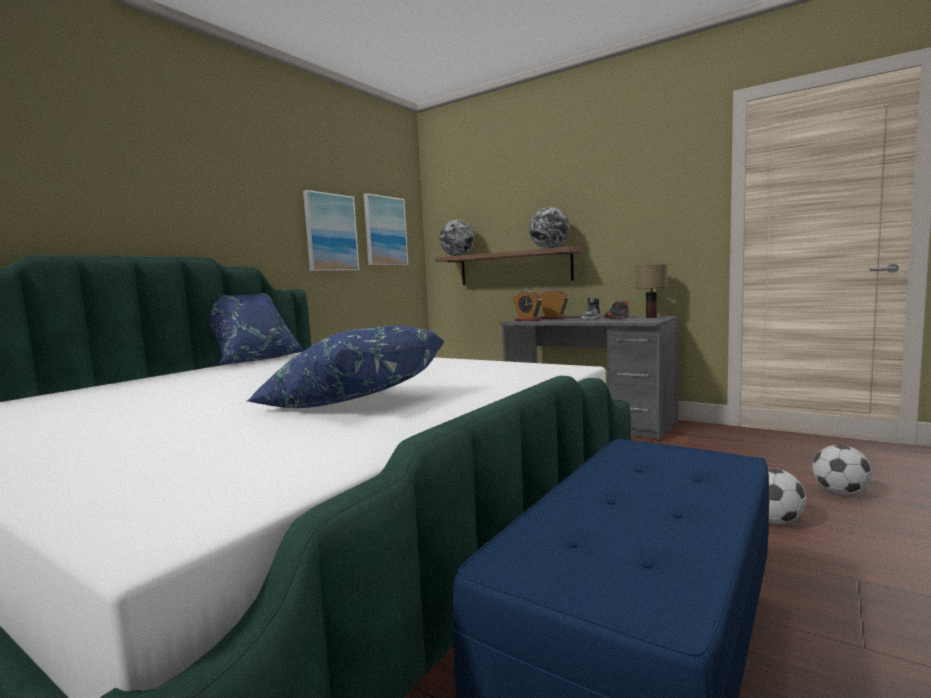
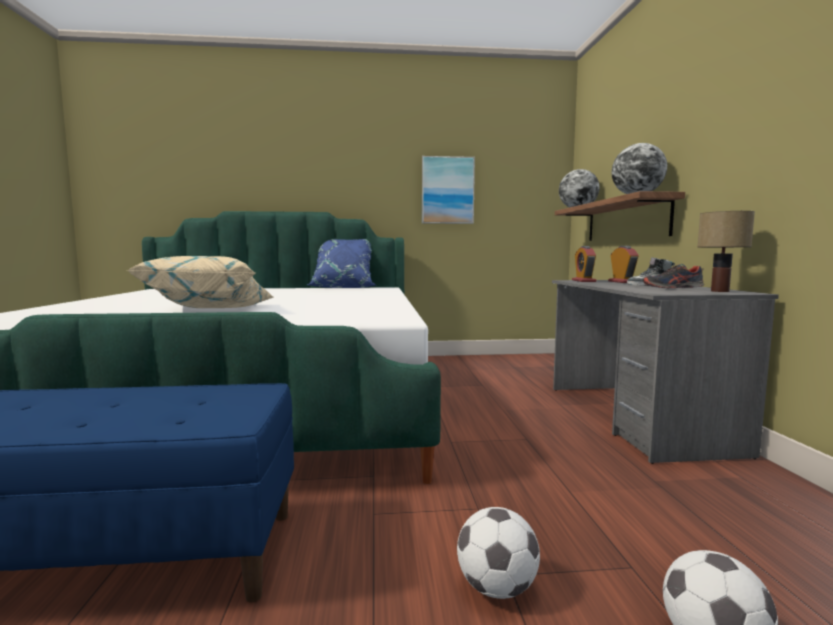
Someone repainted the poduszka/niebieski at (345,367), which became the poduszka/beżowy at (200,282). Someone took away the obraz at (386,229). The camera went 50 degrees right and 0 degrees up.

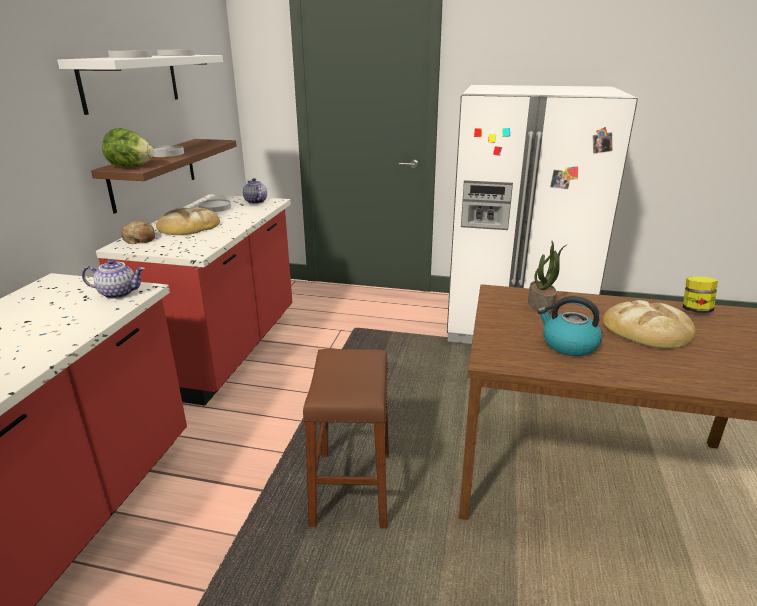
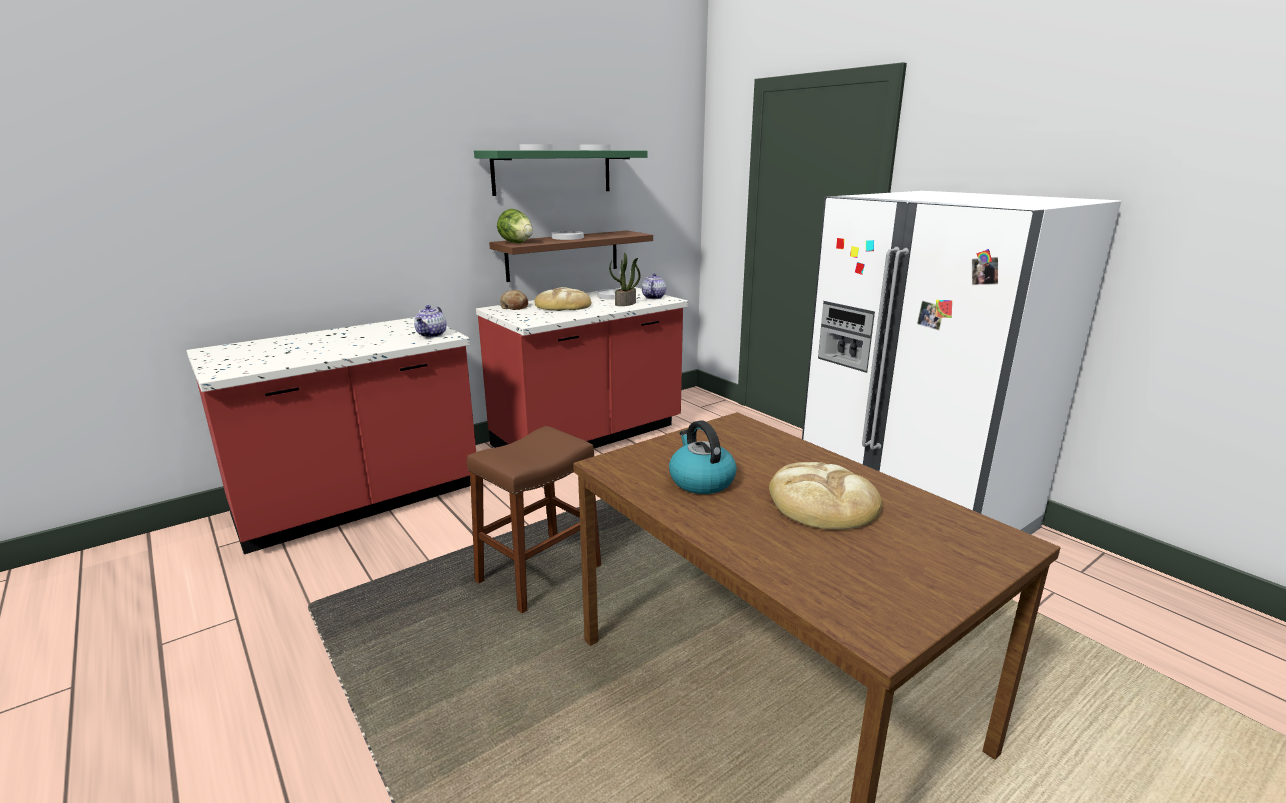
Someone repainted the półka/biały at (140,85), which became the półka/zielony at (560,173). Someone rotated the imbryk at (113,279) by 60 degrees clockwise. Someone carried the roślina doniczkowa from (548,277) to (625,279). Someone took away the słoik at (700,294). The camera went 40 degrees right and 5 degrees down.

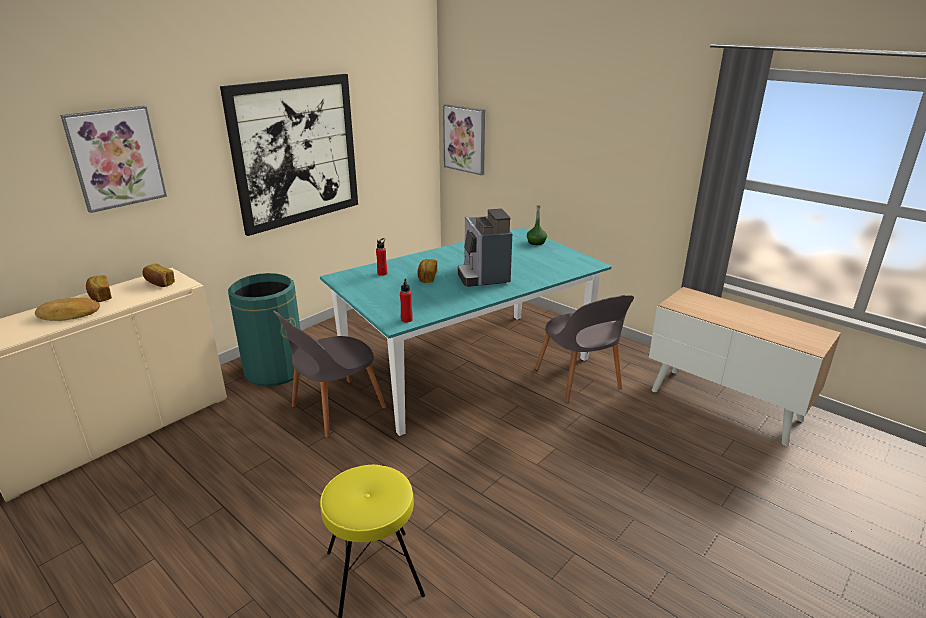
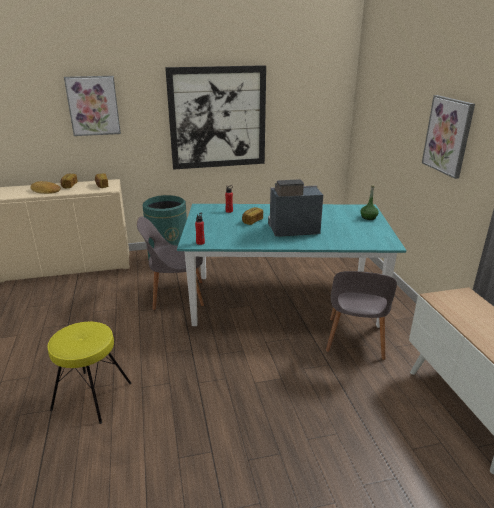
Someone carried the obraz from (464,139) to (448,137). Someone rotated the ekspres do kawy at (485,247) by 60 degrees clockwise. The camera went 35 degrees right and 0 degrees up.

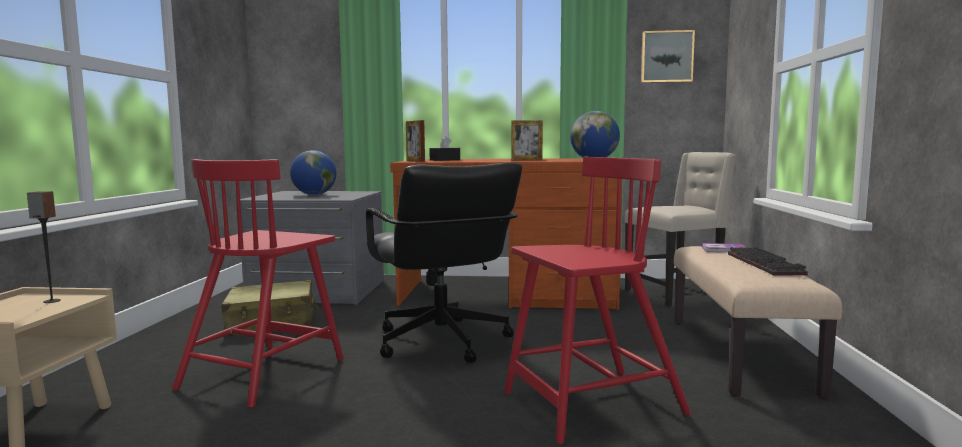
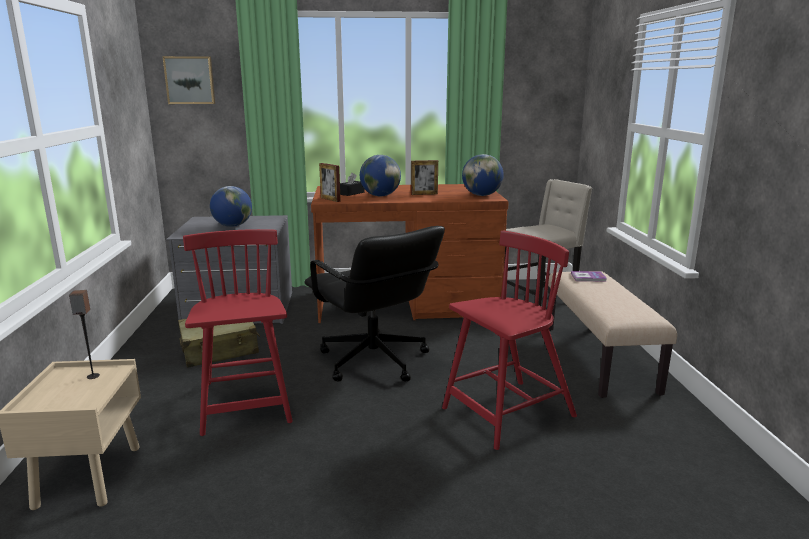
Someone rotated the krzesło/czerwony at (258,283) by 150 degrees clockwise. Someone carried the obraz from (668,56) to (189,80). Someone took away the klawiatura at (768,261). Someone put down the globus at (380,175). The camera went 10 degrees left and 10 degrees up.

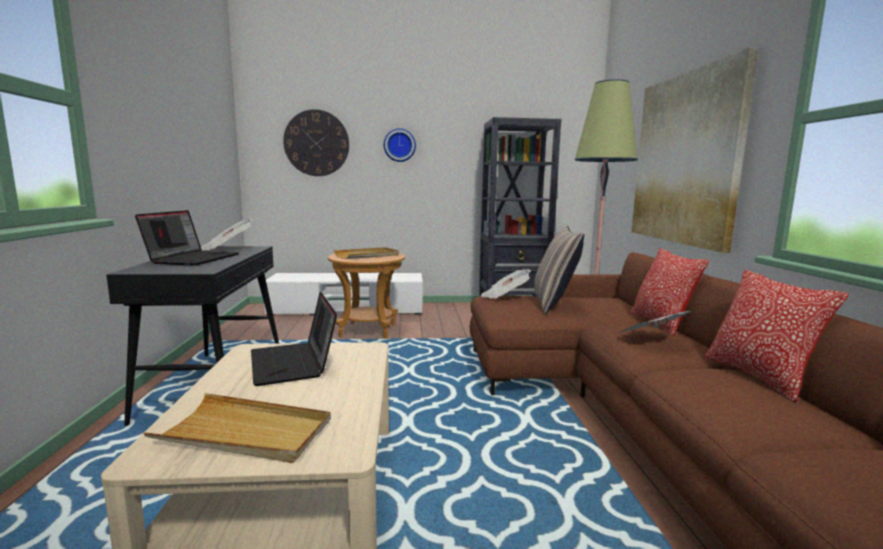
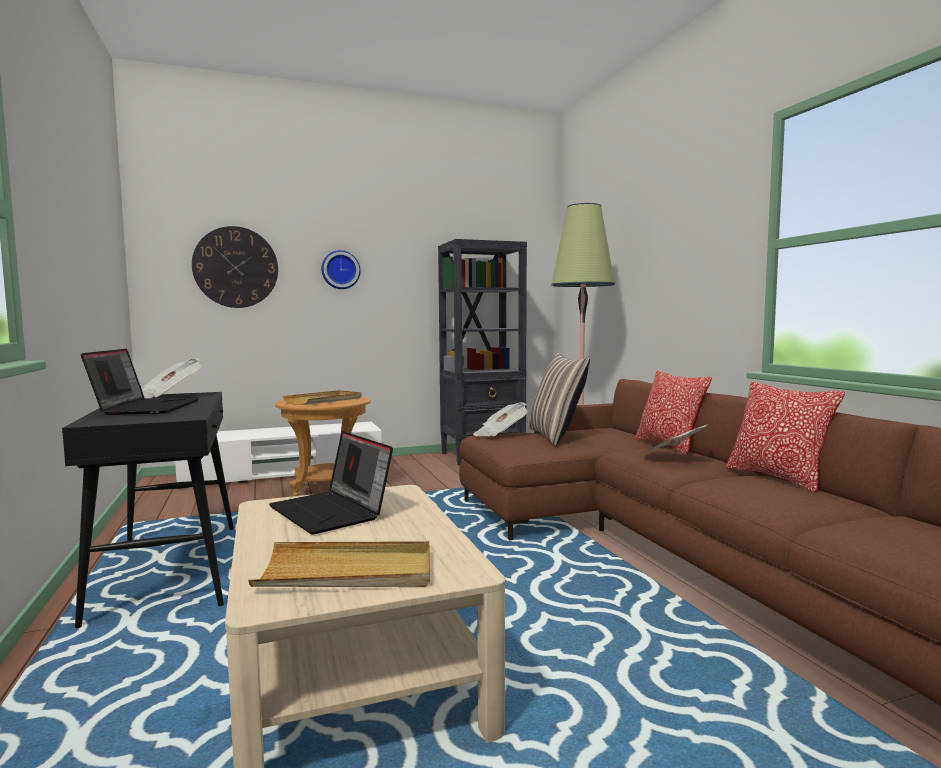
Someone took away the obraz at (695,150). The camera went 15 degrees left and 5 degrees down.

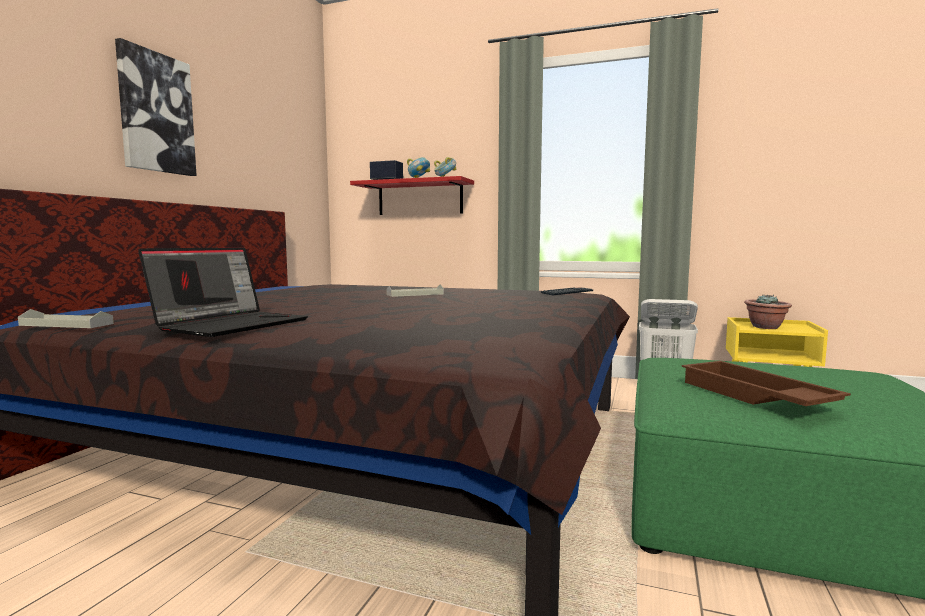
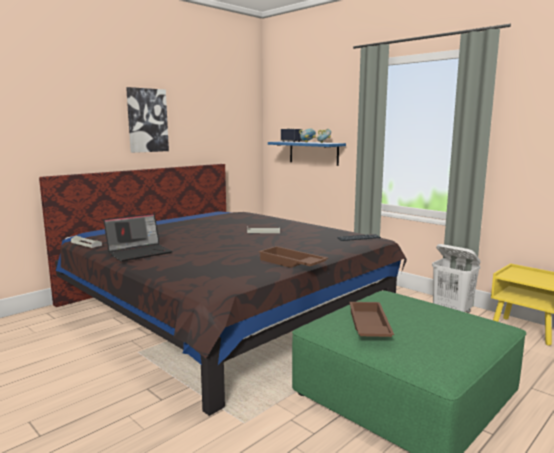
Someone repainted the półka/czerwony at (412,195), which became the półka/niebieski at (307,153). Someone took away the roślina doniczkowa at (768,311). Someone put down the taca/brązowy at (293,257). The camera went 25 degrees right and 5 degrees up.

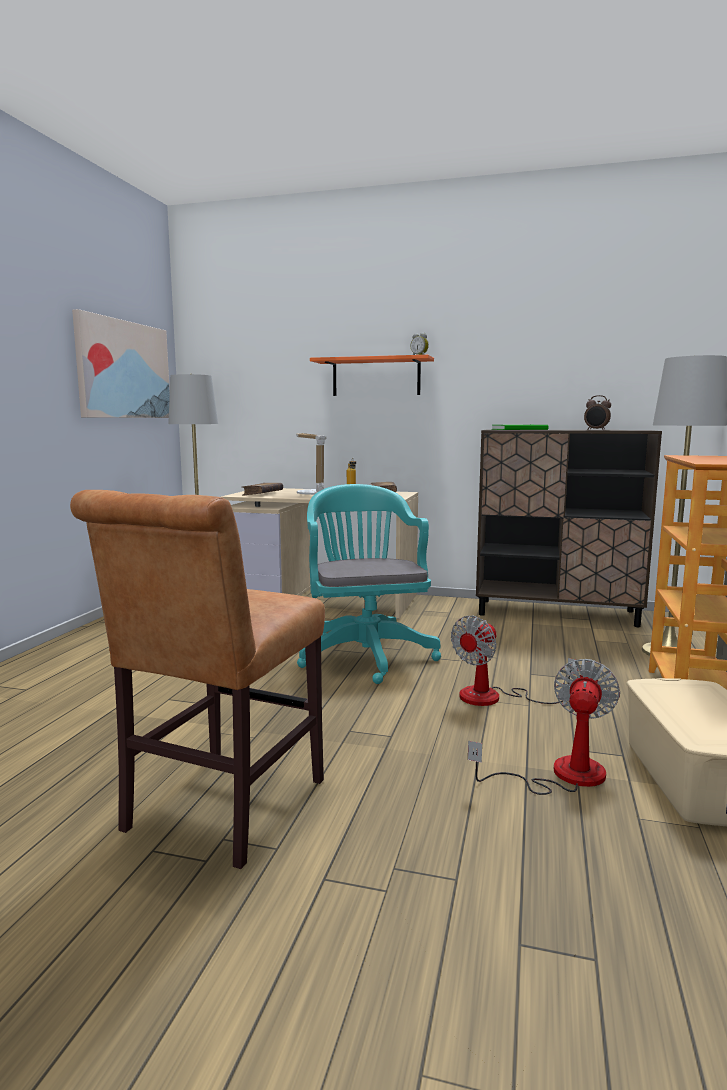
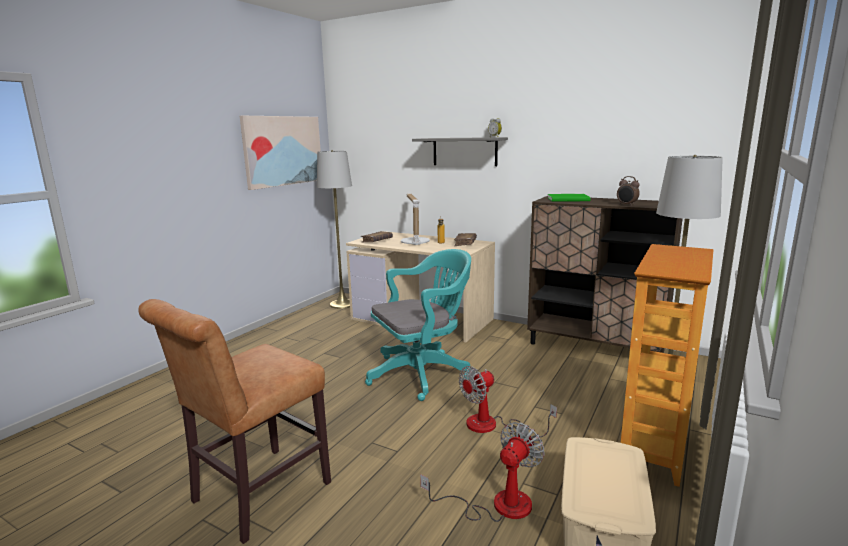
Someone rotated the krzesło biurowe/turkusowy at (369,584) by 60 degrees clockwise. Someone repainted the półka/pomarańczowy at (372,375), which became the półka/szary at (460,151). The camera went 15 degrees right and 5 degrees up.

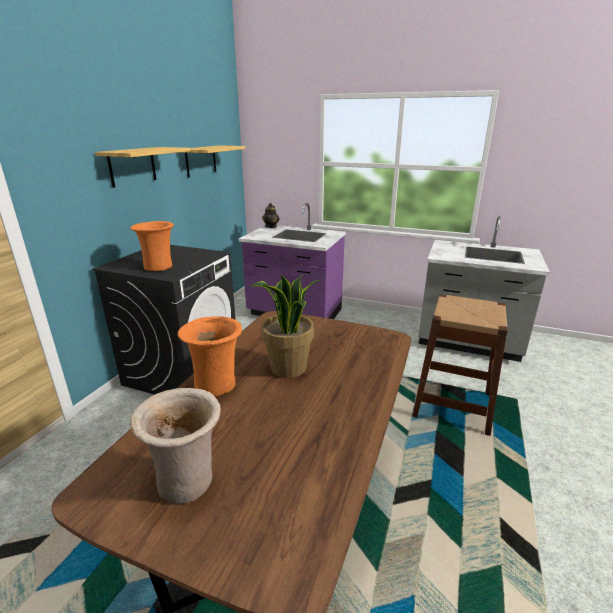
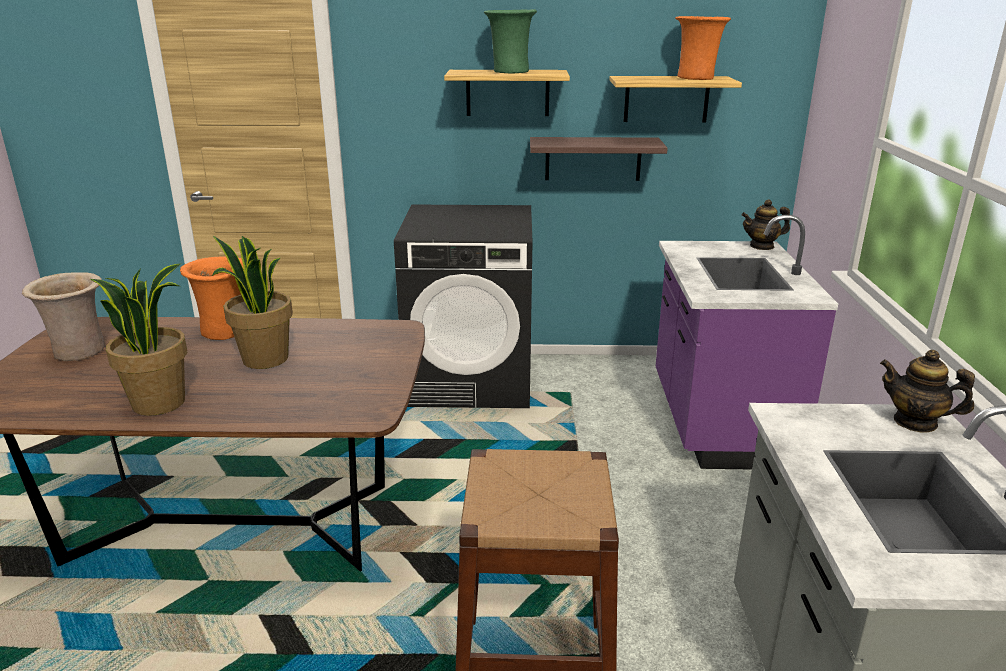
Someone carried the wazon/pomarańczowy from (152,246) to (703,48). Someone put down the roślina doniczkowa at (138,339). Someone put down the wazon/zielony at (510,41). Someone put up the półka at (599,159). Someone put down the imbryk at (927,391). The camera went 70 degrees right and 0 degrees up.

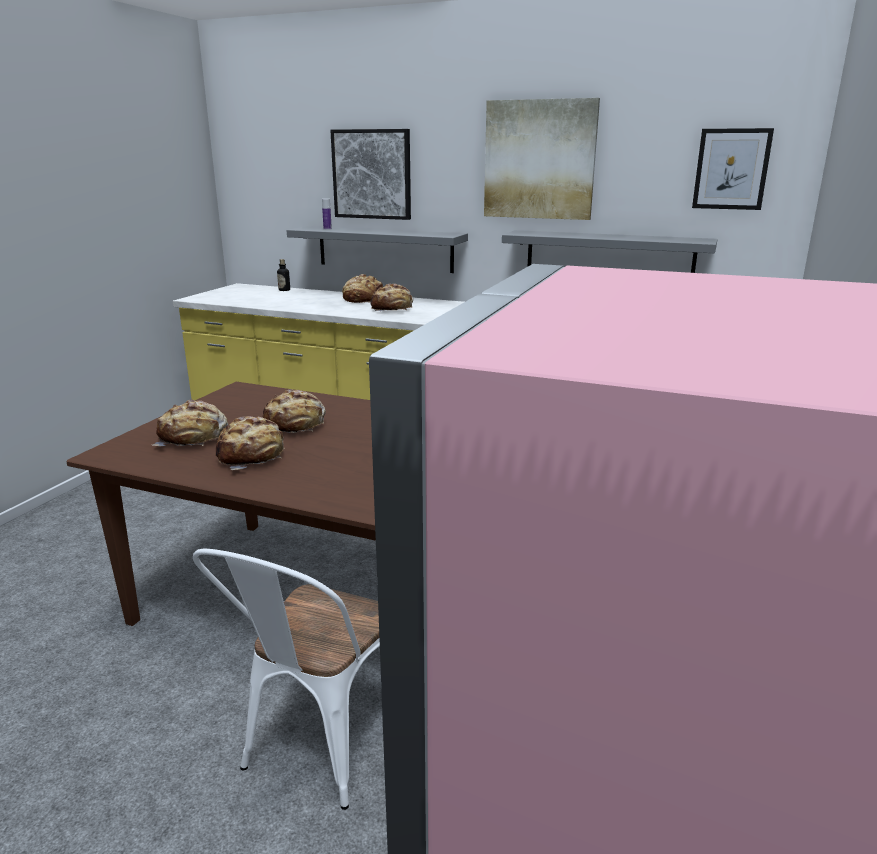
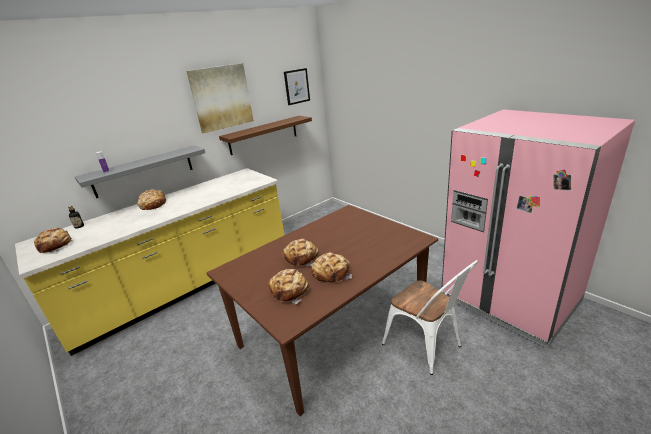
Someone took away the obraz at (370,174). Someone carried the chleb from (392,297) to (53,240). Someone repainted the półka/szary at (609,251), which became the półka/brązowy at (265,135). The camera went 60 degrees left and 5 degrees up.

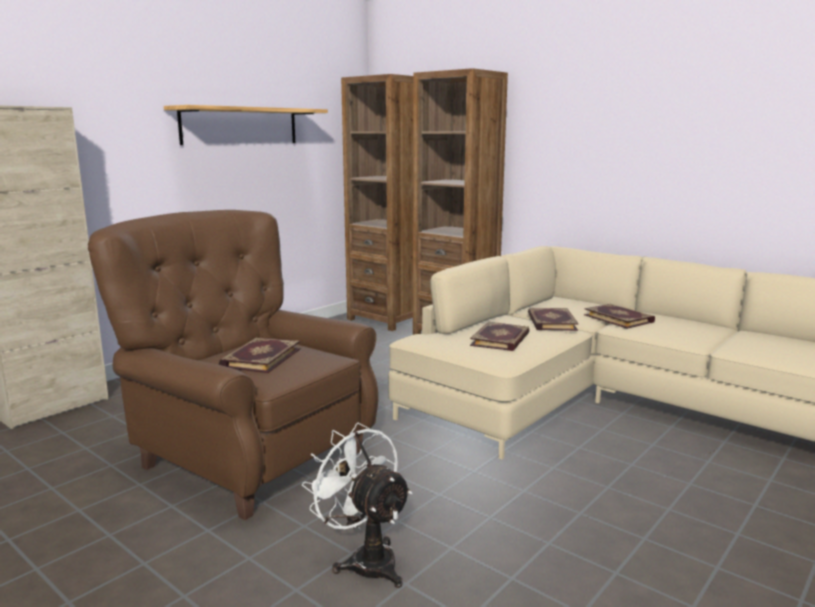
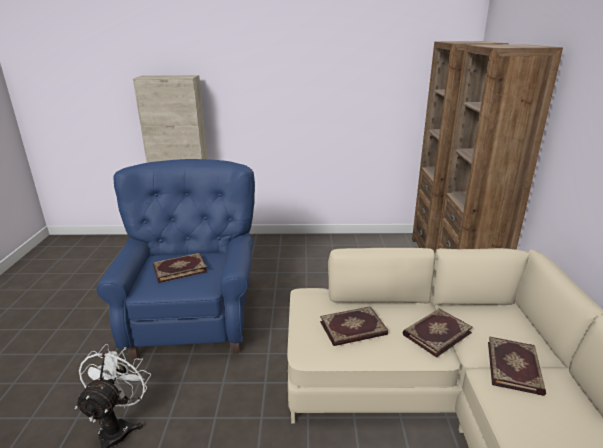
Someone repainted the fotel/brązowy at (233,365), which became the fotel/niebieski at (175,259). Someone took away the półka at (246,125). The camera went 50 degrees right and 10 degrees up.

